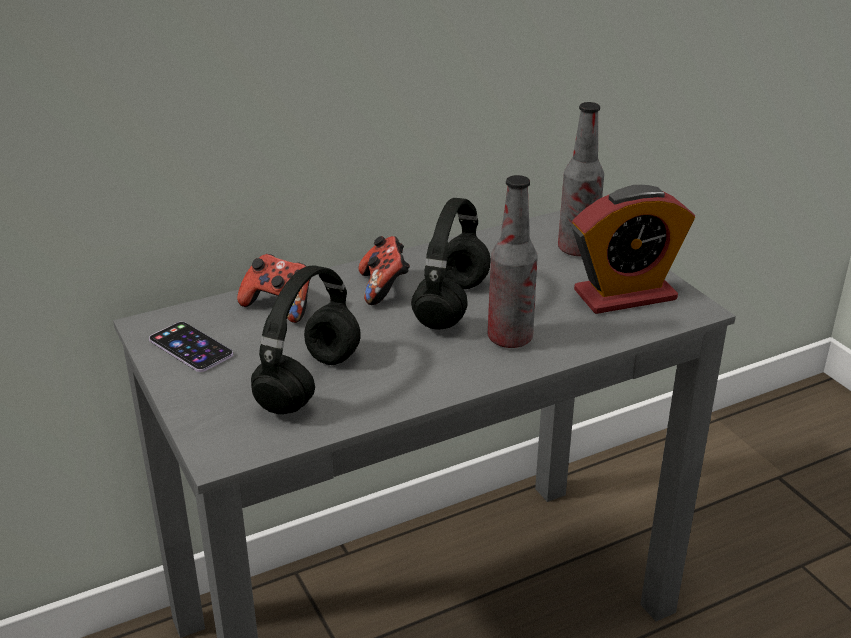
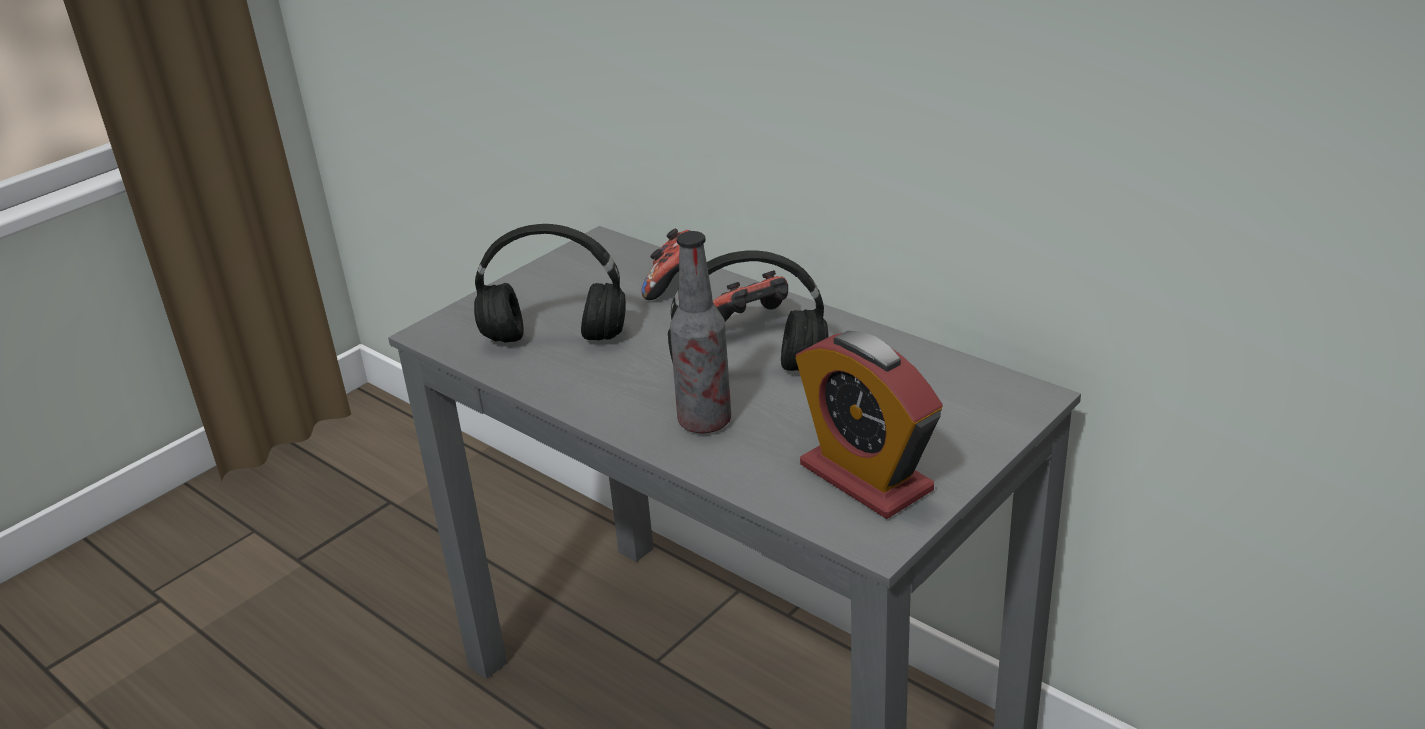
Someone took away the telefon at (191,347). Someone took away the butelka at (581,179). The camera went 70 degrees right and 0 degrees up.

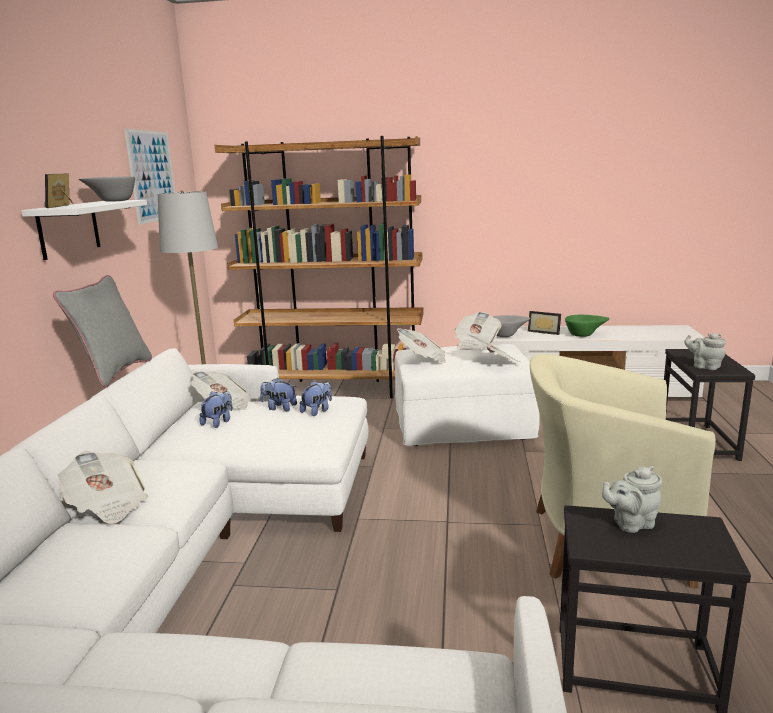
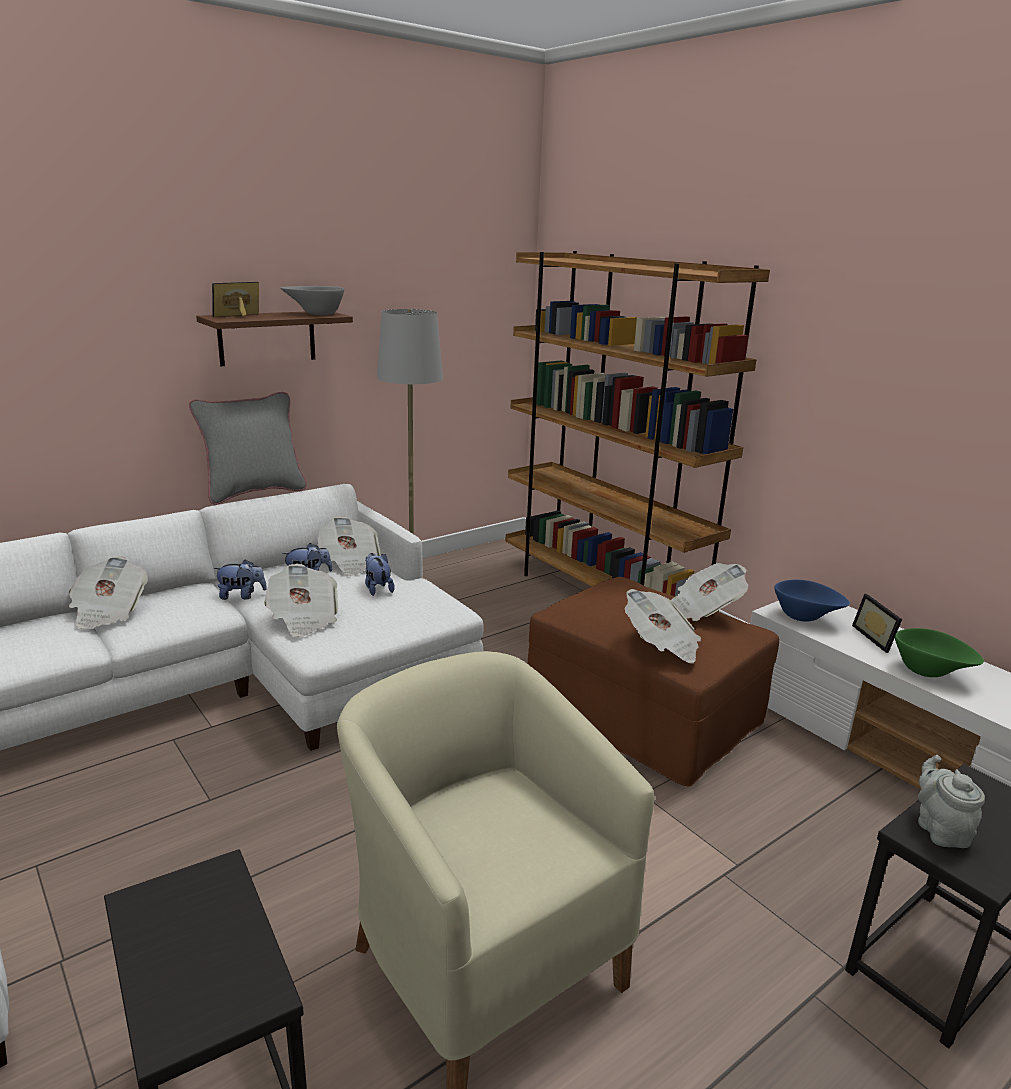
Someone repainted the półka/biały at (84,230), which became the półka/brązowy at (274,339). Someone took away the obraz at (149,176). Someone carried the pluszak from (316,398) to (240,579). Someone repainted the pufa/biały at (467,395), which became the pufa/brązowy at (653,681). Someone carried the gazeta from (421,345) to (301,600). Someone repainted the miska/szary at (511,326), which became the miska/niebieski at (812,601). Someone took away the imbryk/szary at (632,499). The camera went 45 degrees right and 5 degrees up.

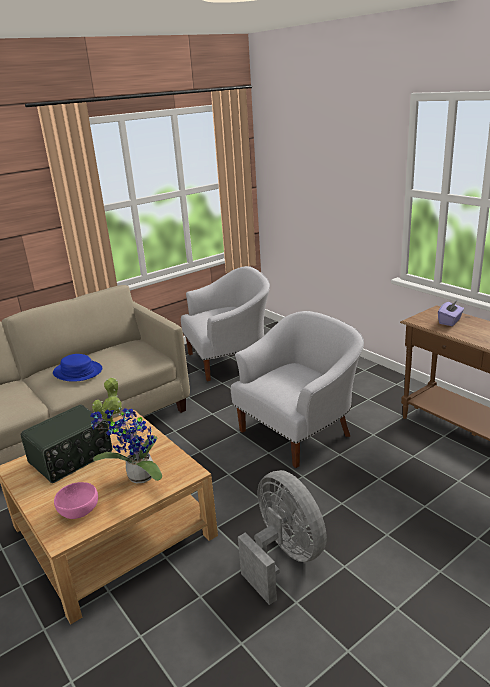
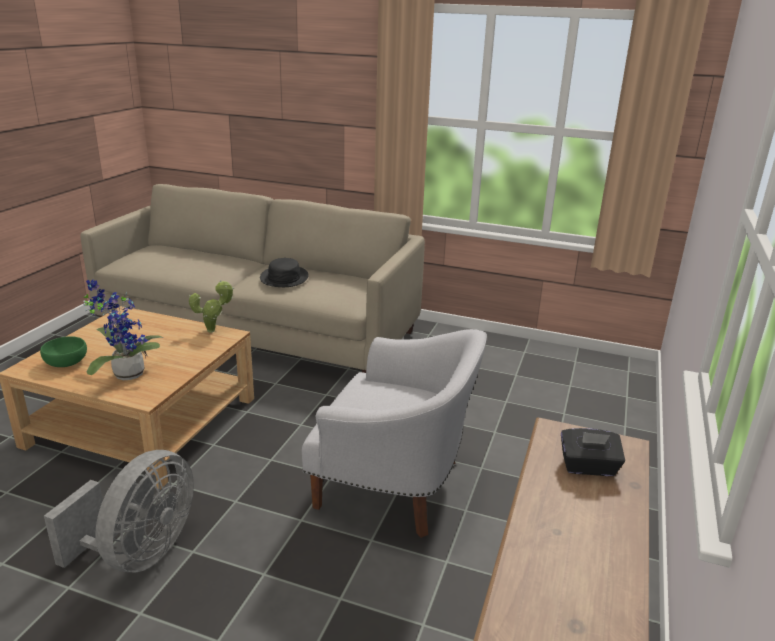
Someone took away the radio at (66,443). Someone repainted the kapelusz/niebieski at (77,368), which became the kapelusz/czarny at (284,272). Someone repainted the miska/różowy at (76,500), which became the miska/zielony at (63,351). Someone took away the fotel/biały at (225,324). Someone repainted the pudełko chusteczek/fioletowy at (451,313), which became the pudełko chusteczek/czarny at (593,452). The camera went 55 degrees right and 0 degrees up.

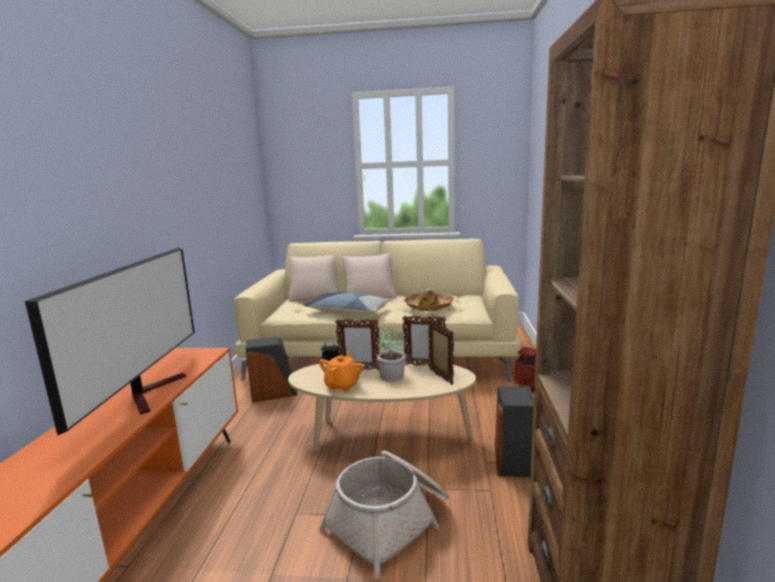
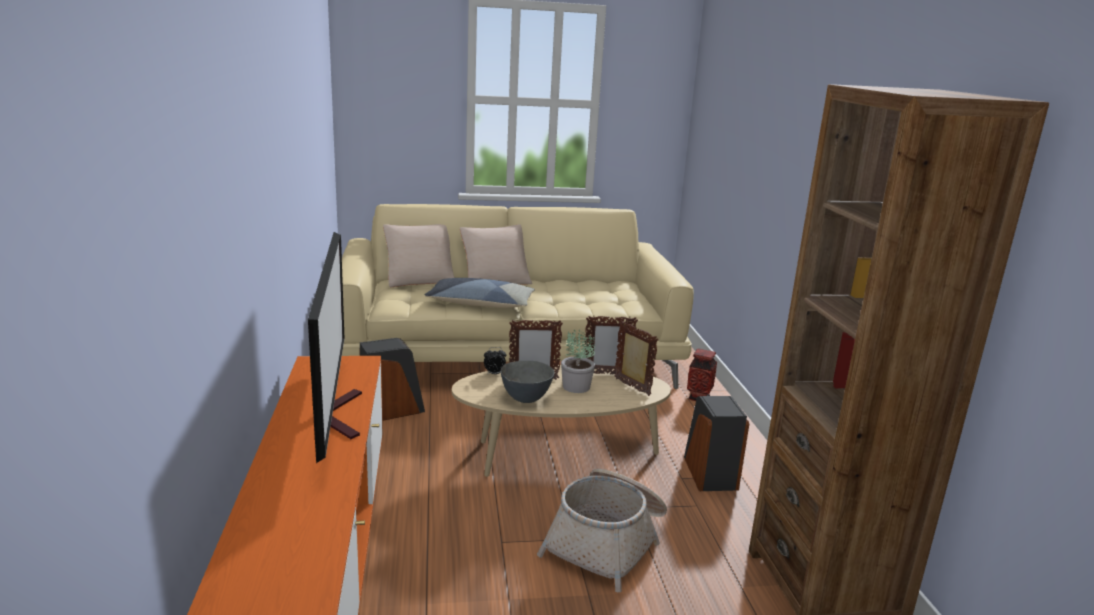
Someone swapped the imbryk/pomarańczowy at (341,372) for the miska/szary at (528,382). Someone took away the kapelusz at (429,300). The camera went 15 degrees left and 5 degrees up.

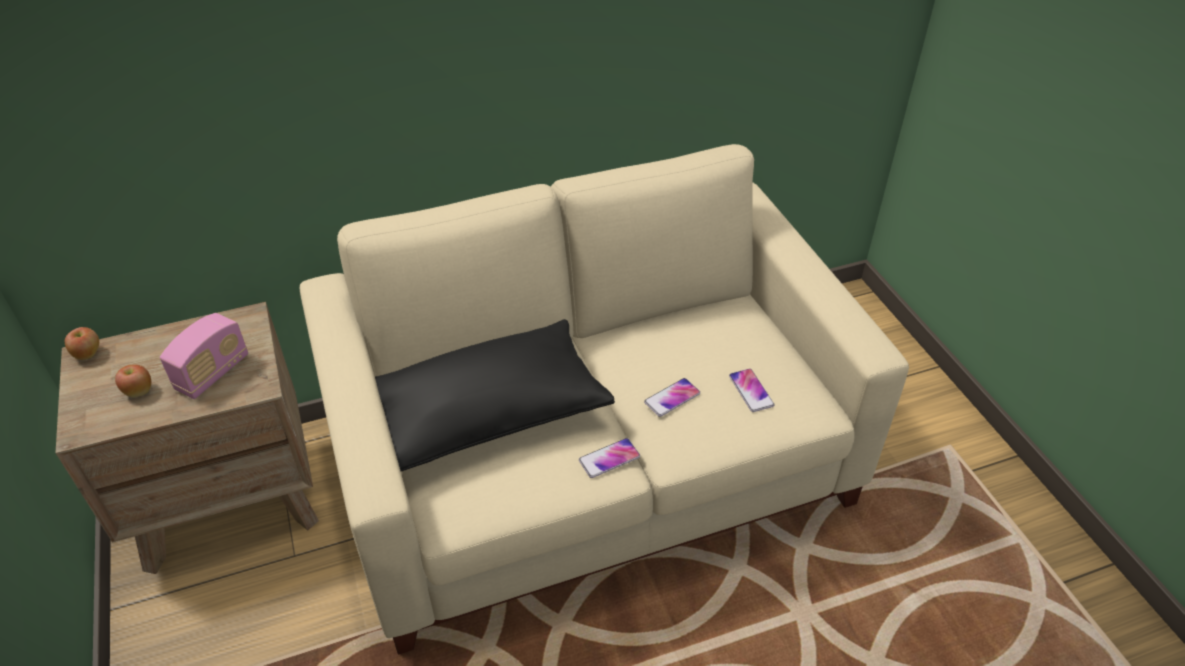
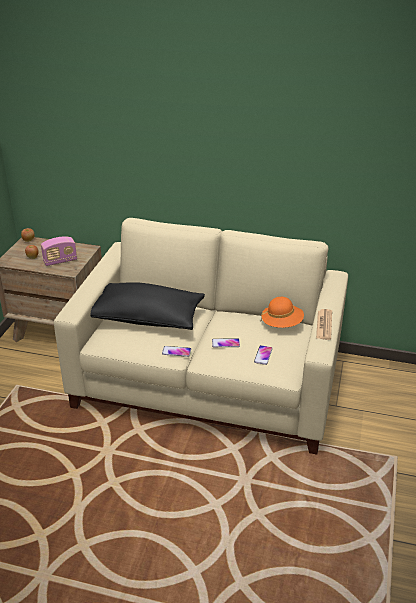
Someone put down the kapelusz/pomarańczowy at (282,312). Someone put down the gazeta at (324,324). The camera went 35 degrees right and 10 degrees down.

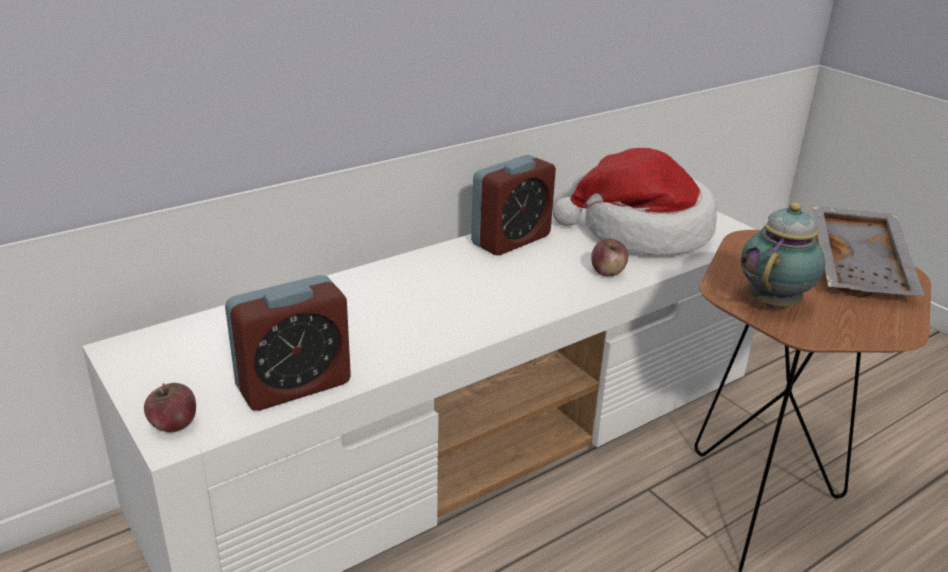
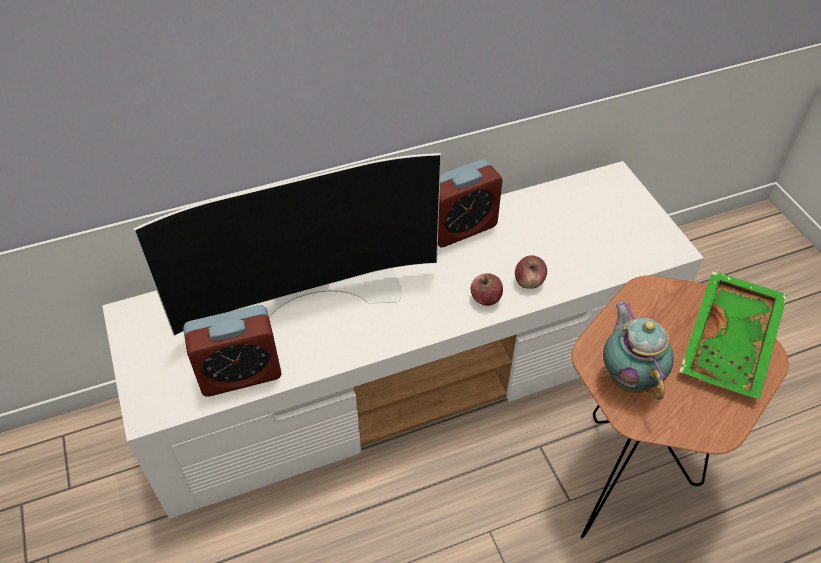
Someone carried the jabłko from (170,407) to (487,289). Someone took away the kapelusz at (635,201). Someone rotated the imbryk at (783,255) by 60 degrees counterclockwise. Someone repainted the taca/szary at (868,252), which became the taca/zielony at (733,335). Someone put down the telewizor at (287,244). The camera went 15 degrees right and 20 degrees up.

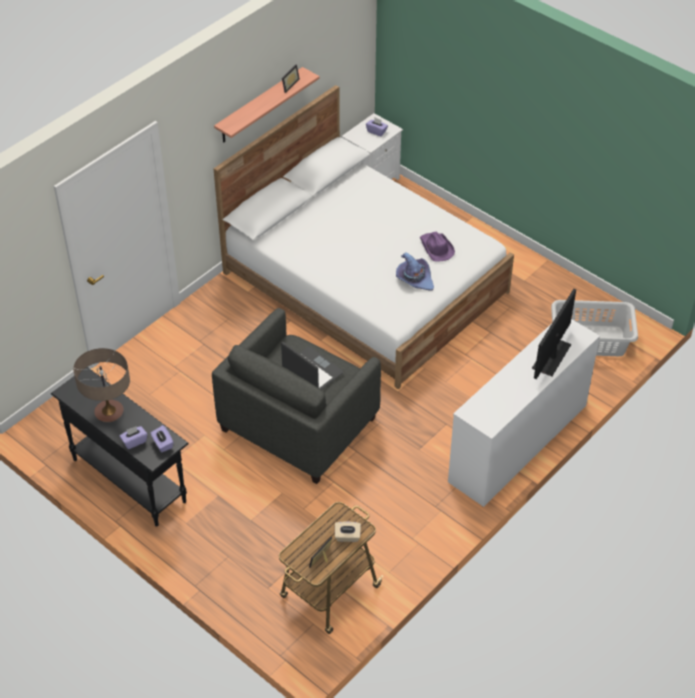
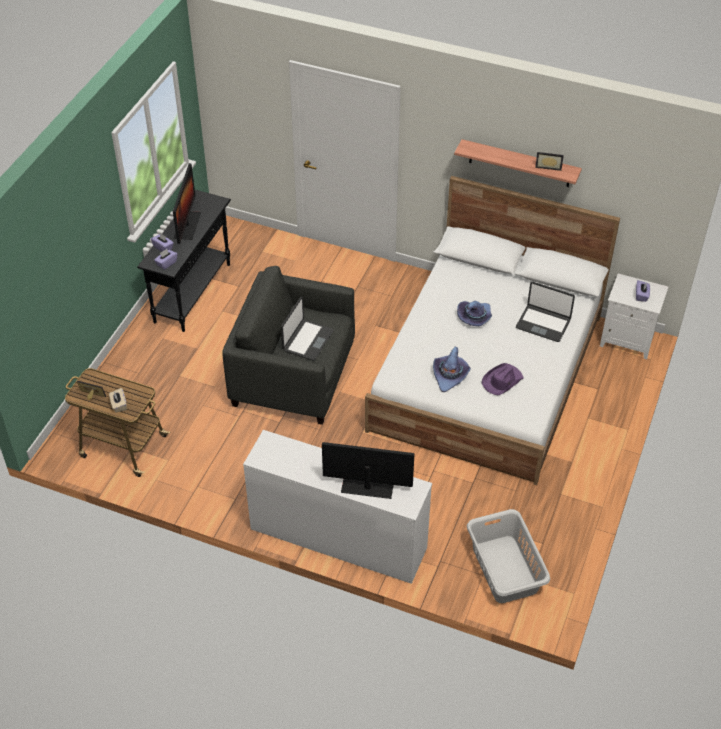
Someone swapped the lampa stołowa at (101,385) for the monitor at (187,203). Someone put down the kapelusz/fioletowy at (474,313). Someone put down the laptop at (545,312). The camera went 70 degrees right and 0 degrees up.

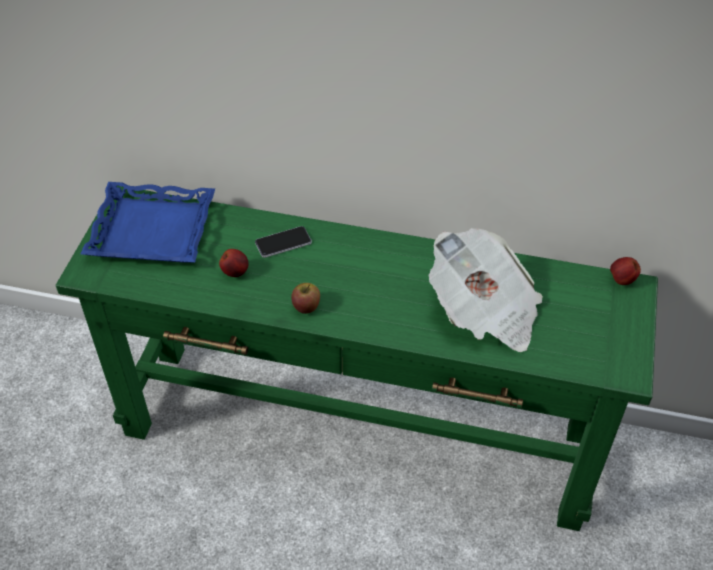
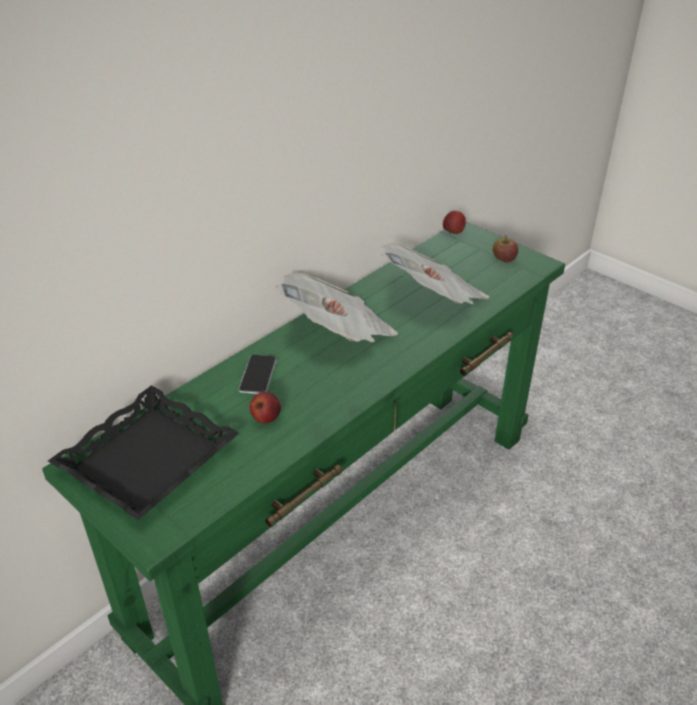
Someone repainted the taca/niebieski at (148,222), which became the taca/czarny at (143,452). Someone carried the jabłko from (305,298) to (505,248). Someone put down the gazeta at (337,307). The camera went 60 degrees left and 10 degrees down.

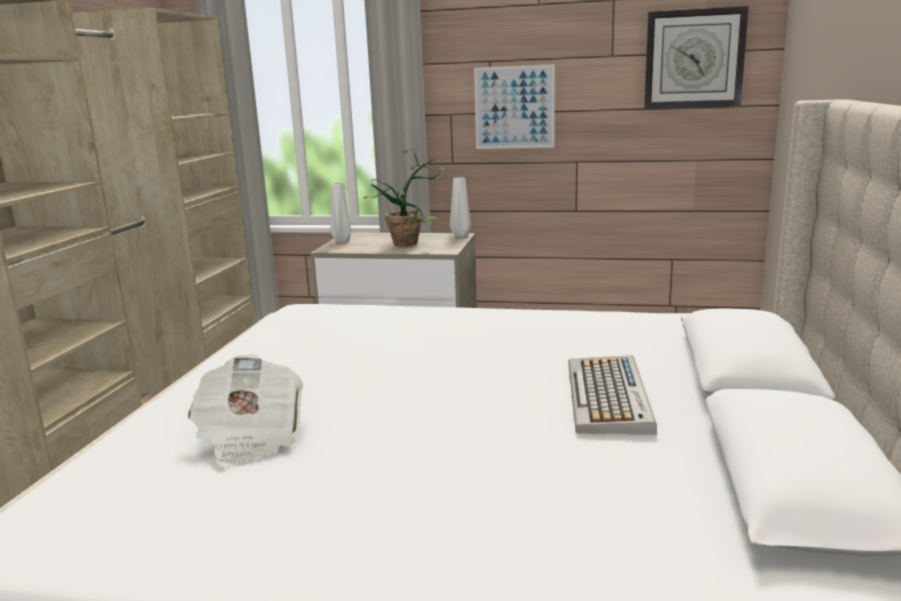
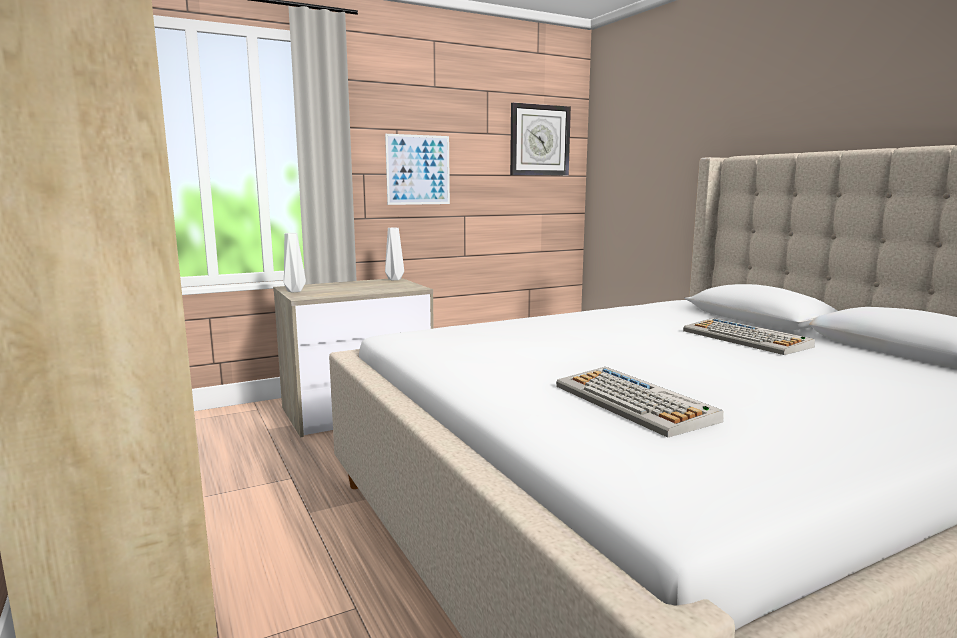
Someone swapped the gazeta at (245,412) for the klawiatura at (640,402). Someone took away the roślina doniczkowa at (404,197). The camera went 40 degrees left and 5 degrees down.

